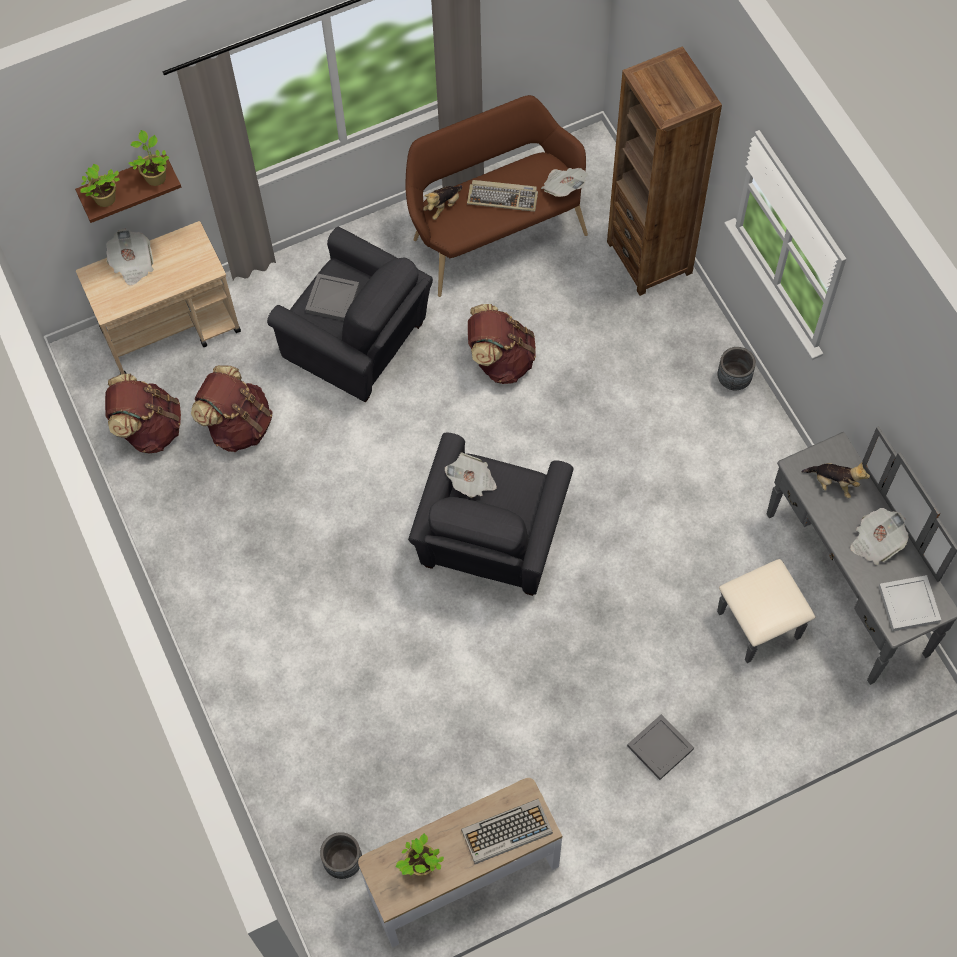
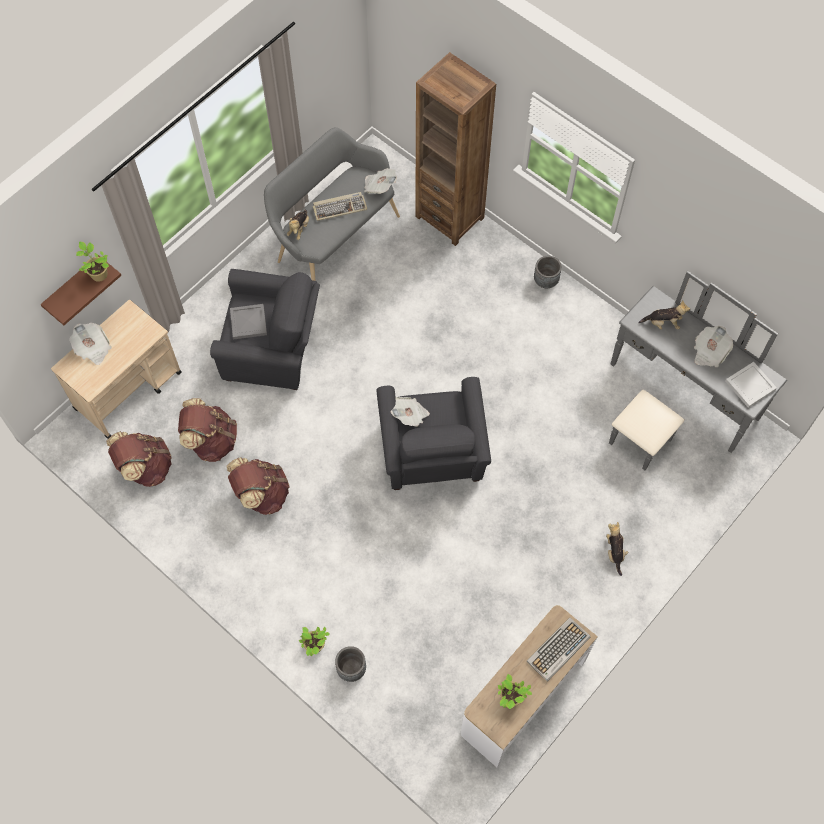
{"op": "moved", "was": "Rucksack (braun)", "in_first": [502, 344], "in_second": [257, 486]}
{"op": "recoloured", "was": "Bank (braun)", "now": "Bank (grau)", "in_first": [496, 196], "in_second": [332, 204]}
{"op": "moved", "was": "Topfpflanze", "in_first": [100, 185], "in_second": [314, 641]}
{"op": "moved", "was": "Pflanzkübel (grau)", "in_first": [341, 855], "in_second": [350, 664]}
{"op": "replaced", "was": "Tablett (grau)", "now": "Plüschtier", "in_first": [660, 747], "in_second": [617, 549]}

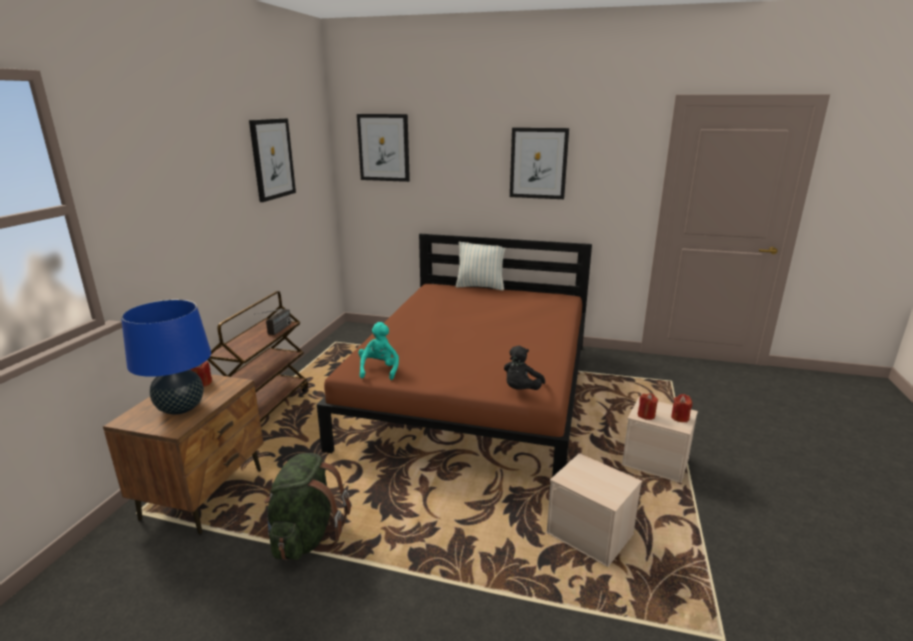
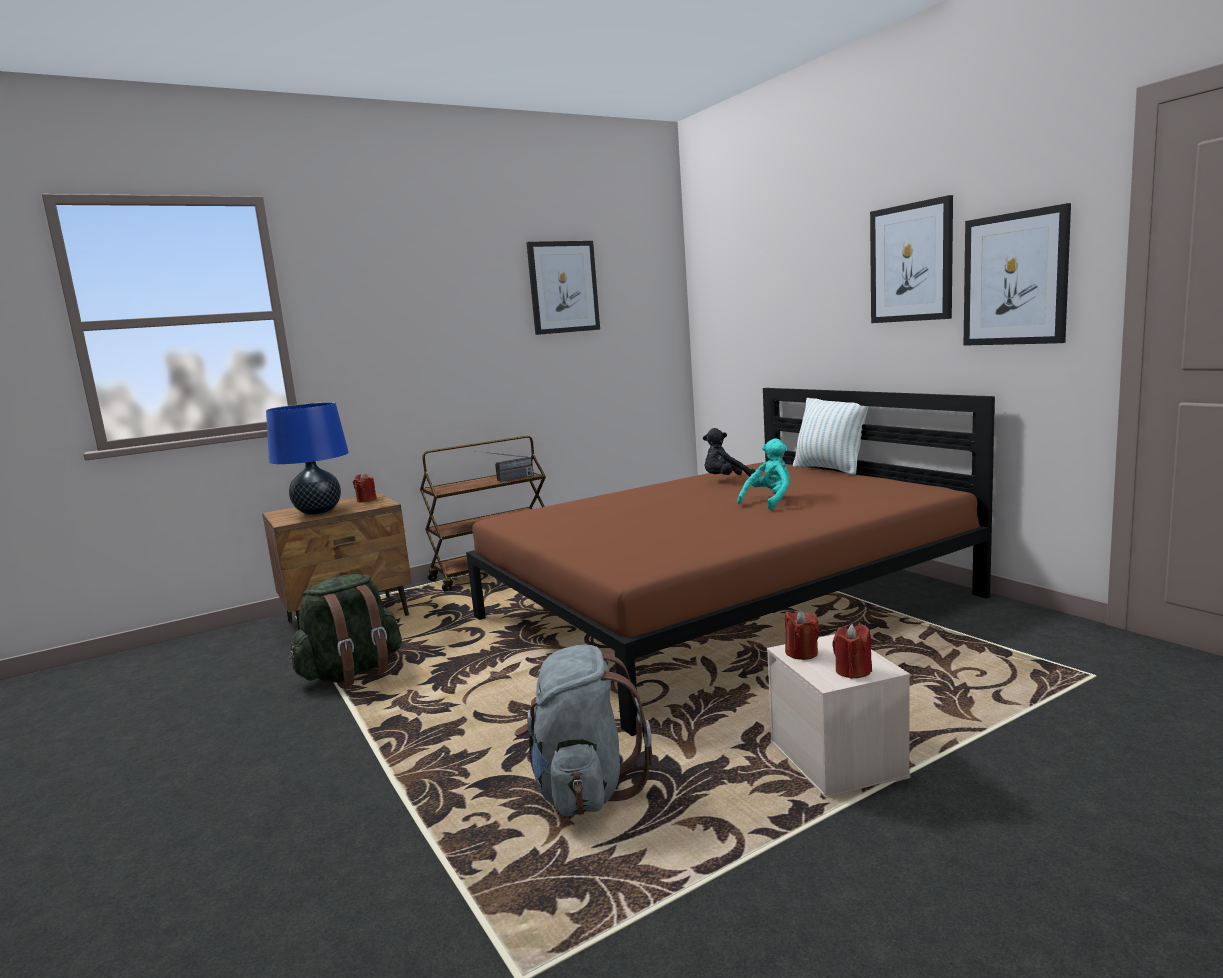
{"op": "replaced", "was": "Aufbewahrungsbox (beige)", "now": "Rucksack (grau)", "in_first": [594, 510], "in_second": [583, 730]}
{"op": "moved", "was": "Plüschtier (schwarz)", "in_first": [524, 368], "in_second": [729, 452]}
{"op": "moved", "was": "Plüschtier (türkis)", "in_first": [378, 351], "in_second": [763, 474]}
{"op": "moved", "was": "Bild", "in_first": [383, 148], "in_second": [1017, 274]}

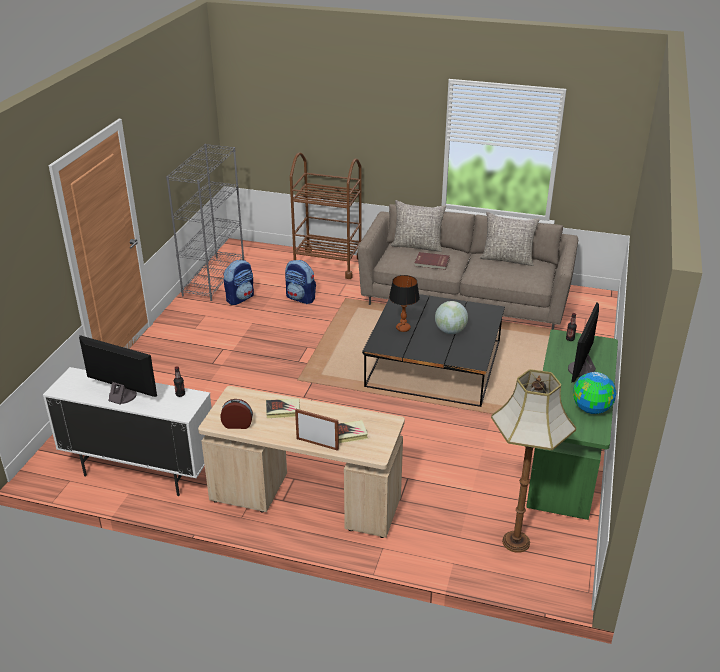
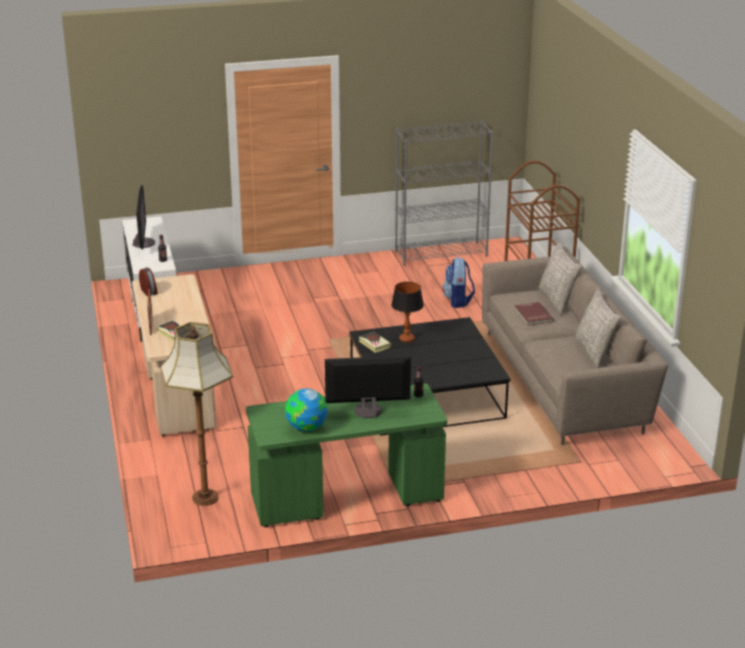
{"op": "moved", "was": "Buch", "in_first": [283, 408], "in_second": [375, 342]}
{"op": "removed", "was": "Rucksack", "in_first": [238, 282]}
{"op": "removed", "was": "Globus", "in_first": [451, 317]}

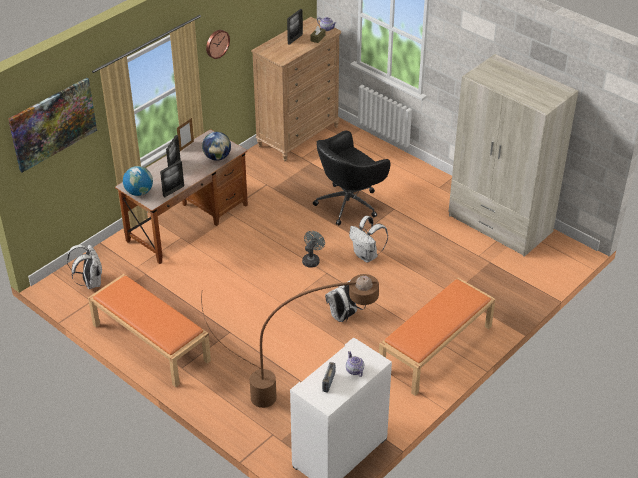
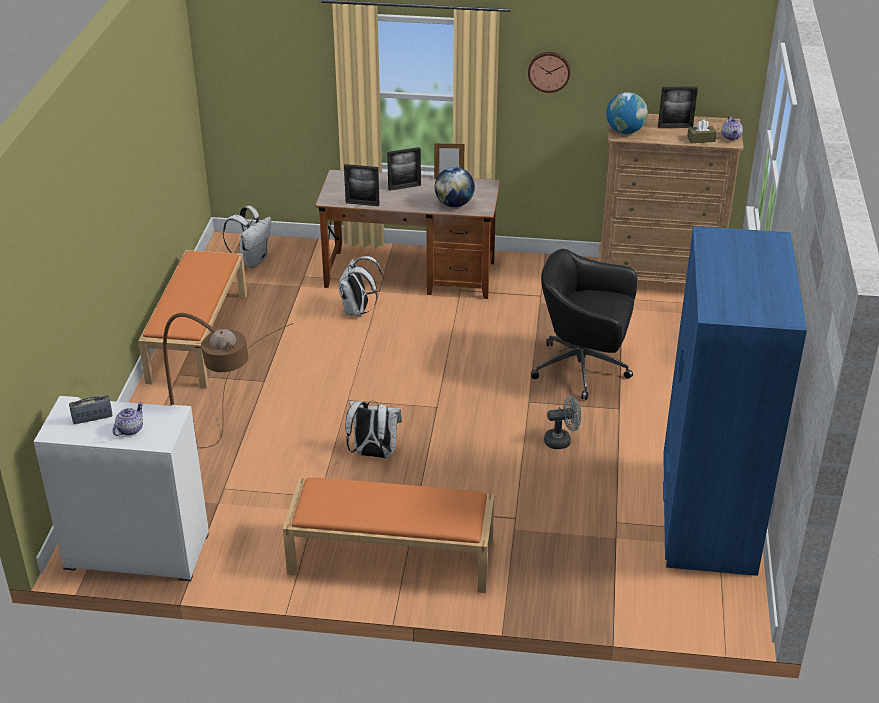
{"op": "moved", "was": "Rucksack (weiß)", "in_first": [368, 239], "in_second": [361, 286]}
{"op": "moved", "was": "Ventilator (grau)", "in_first": [313, 249], "in_second": [562, 422]}
{"op": "moved", "was": "Globus", "in_first": [138, 181], "in_second": [627, 113]}
{"op": "recoloured", "was": "Kleiderschrank (beige)", "now": "Kleiderschrank (blau)", "in_first": [513, 155], "in_second": [735, 401]}
{"op": "removed", "was": "Bild", "in_first": [52, 125]}

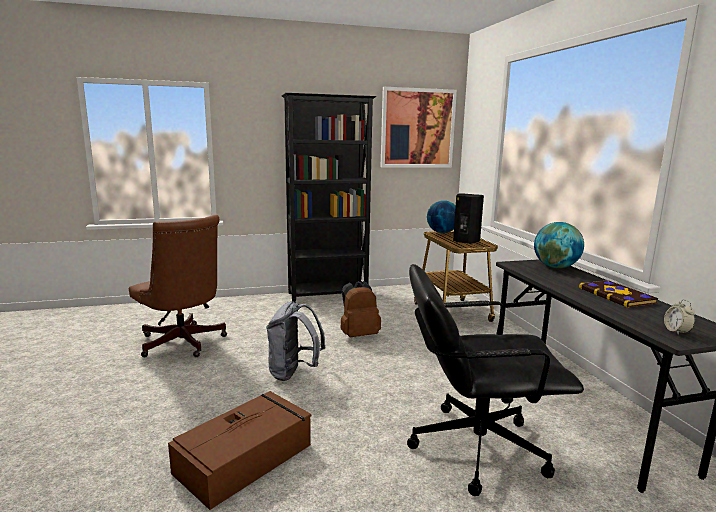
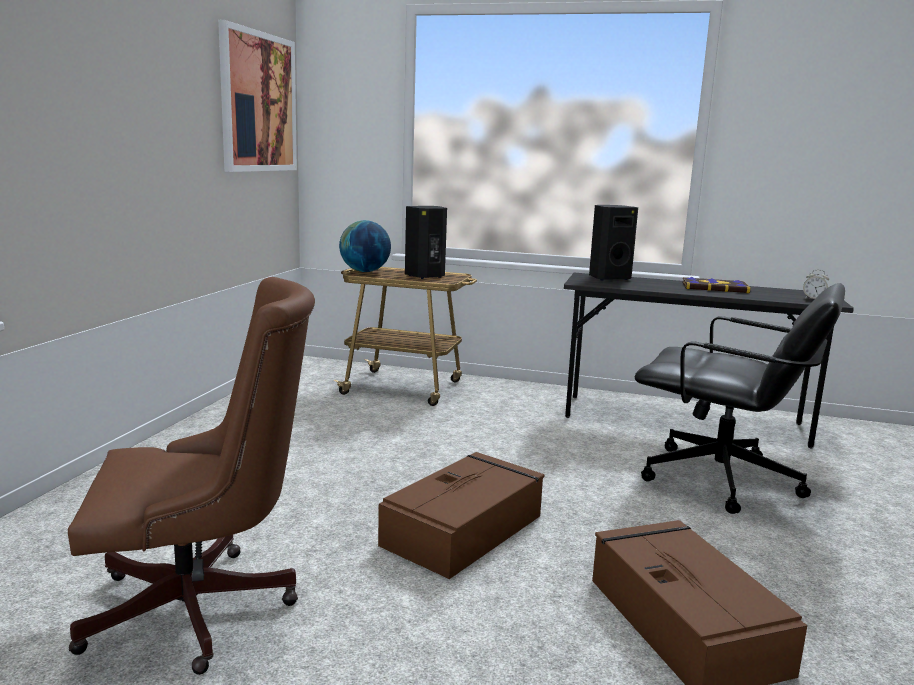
{"op": "replaced", "was": "Rucksack (grau)", "now": "Aufbewahrungsbox (braun)", "in_first": [296, 341], "in_second": [461, 515]}
{"op": "replaced", "was": "Globus", "now": "Lautsprecher (schwarz)", "in_first": [559, 245], "in_second": [613, 243]}
{"op": "turned", "was": "Bürostuhl (schwarz)", "in_first": [495, 380], "in_second": [739, 398], "clockwise": -90}
{"op": "removed", "was": "Bücherregal (schwarz)", "in_first": [329, 198]}
{"op": "removed", "was": "Rucksack (braun)", "in_first": [360, 309]}

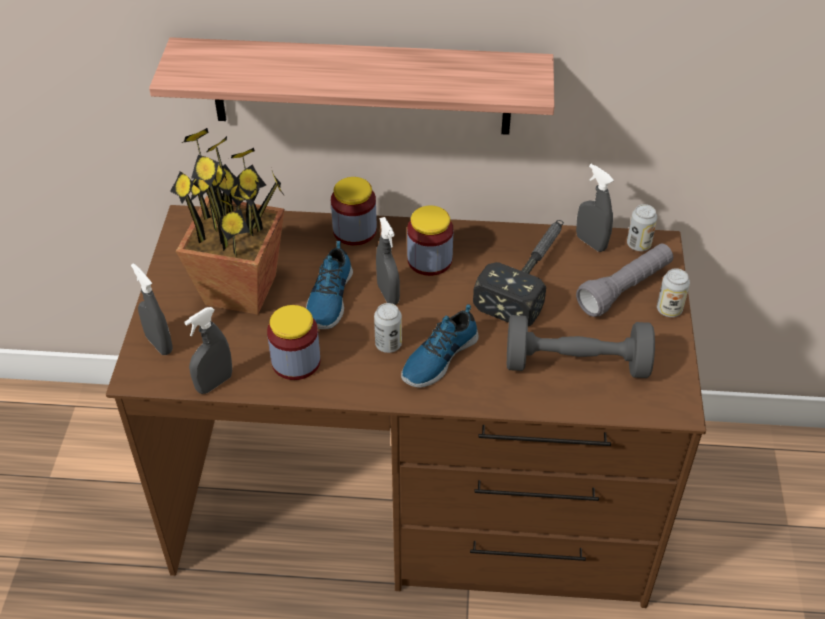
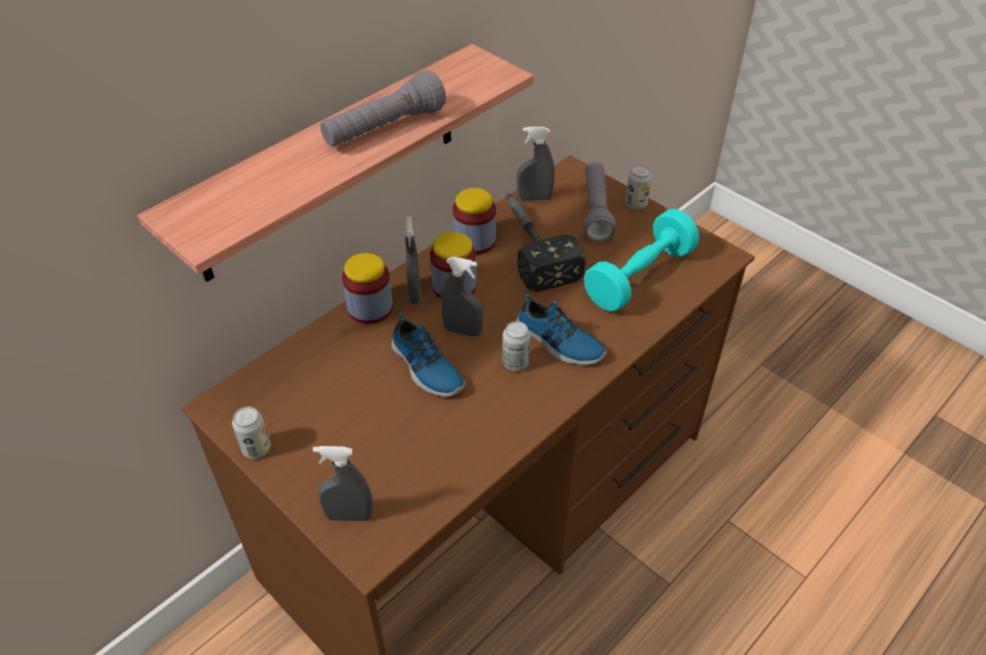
{"op": "moved", "was": "Dose", "in_first": [642, 227], "in_second": [251, 433]}
{"op": "added", "now": "Taschenlampe (grau)", "in_second": [383, 109]}
{"op": "moved", "was": "Sprühflasche (grau)", "in_first": [208, 350], "in_second": [412, 260]}
{"op": "moved", "was": "Vorratsglas", "in_first": [293, 342], "in_second": [474, 221]}
{"op": "turned", "was": "Schuh", "in_first": [440, 346], "in_second": [561, 329], "clockwise": -45}
{"op": "recoloured", "was": "Hantel (grau)", "now": "Hantel (türkis)", "in_first": [581, 346], "in_second": [641, 260]}
{"op": "removed", "was": "Topfpflanze", "in_first": [227, 221]}

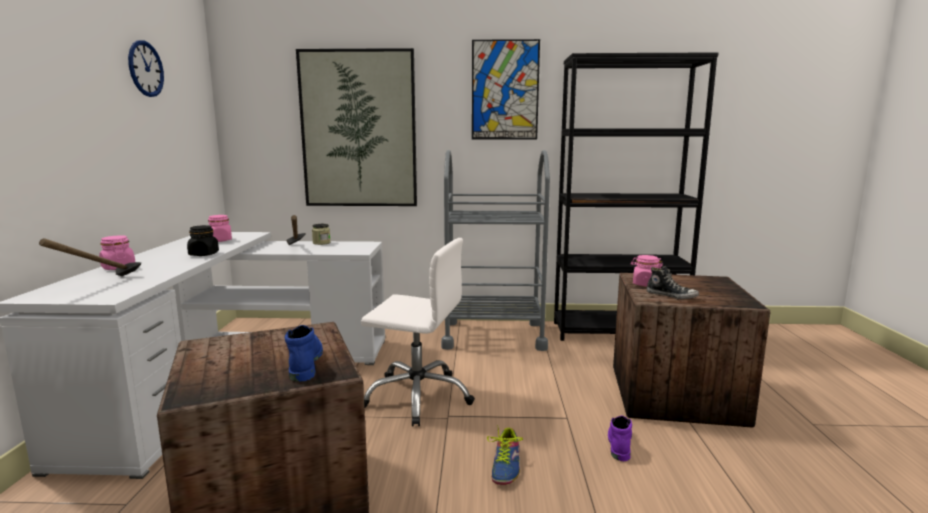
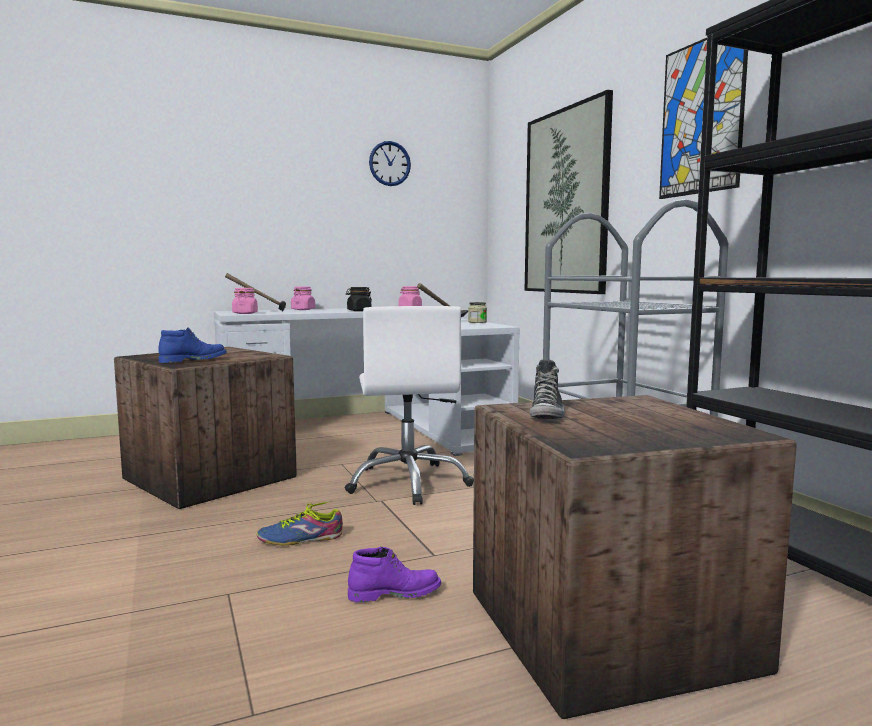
{"op": "moved", "was": "Vorratsglas (rosa)", "in_first": [646, 270], "in_second": [245, 301]}

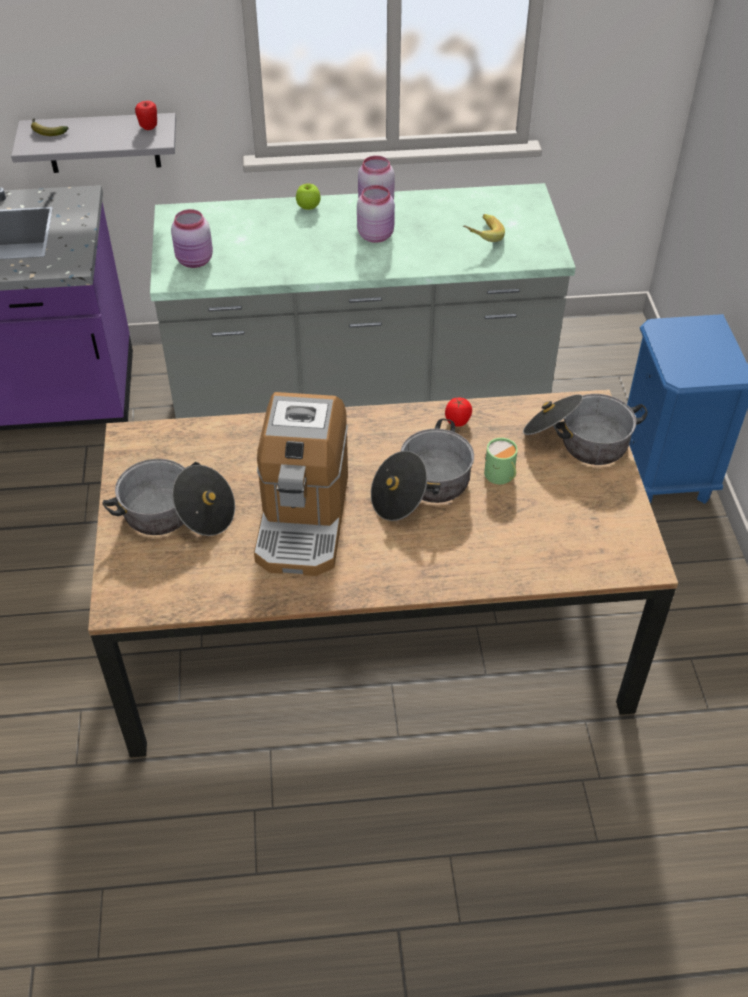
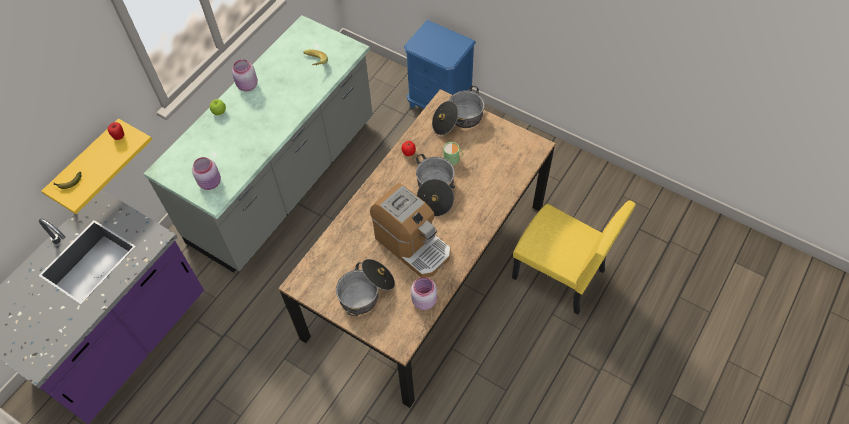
{"op": "recoloured", "was": "Wandregal (grau)", "now": "Wandregal (gelb)", "in_first": [93, 143], "in_second": [96, 166]}
{"op": "moved", "was": "Vorratsglas (rosa)", "in_first": [376, 214], "in_second": [424, 293]}
{"op": "added", "now": "Stuhl (gelb)", "in_second": [574, 257]}

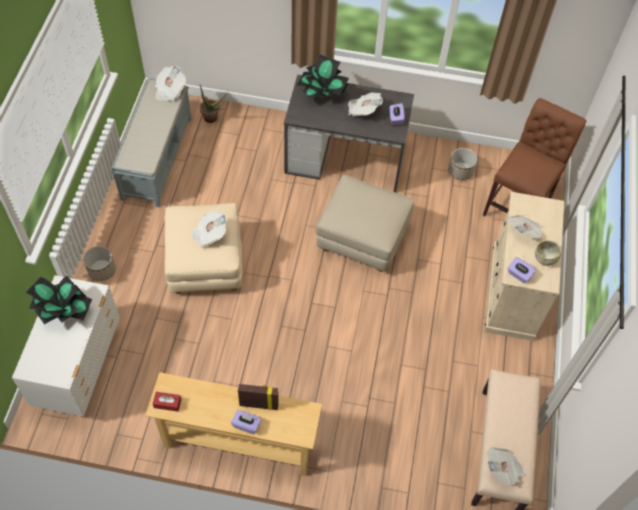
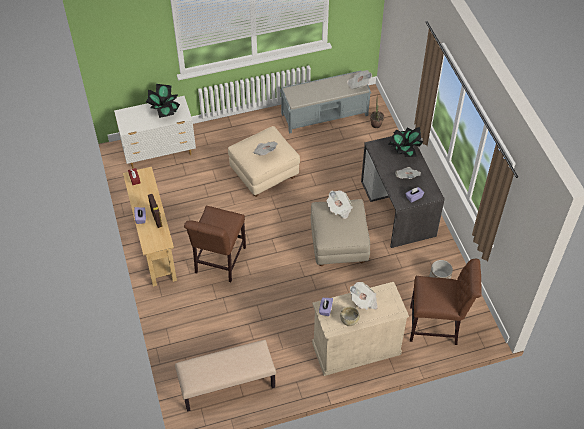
{"op": "added", "now": "Stuhl (braun)", "in_second": [215, 244]}
{"op": "moved", "was": "Zeitung", "in_first": [506, 466], "in_second": [340, 204]}
{"op": "removed", "was": "Pflanzkübel", "in_first": [99, 263]}

